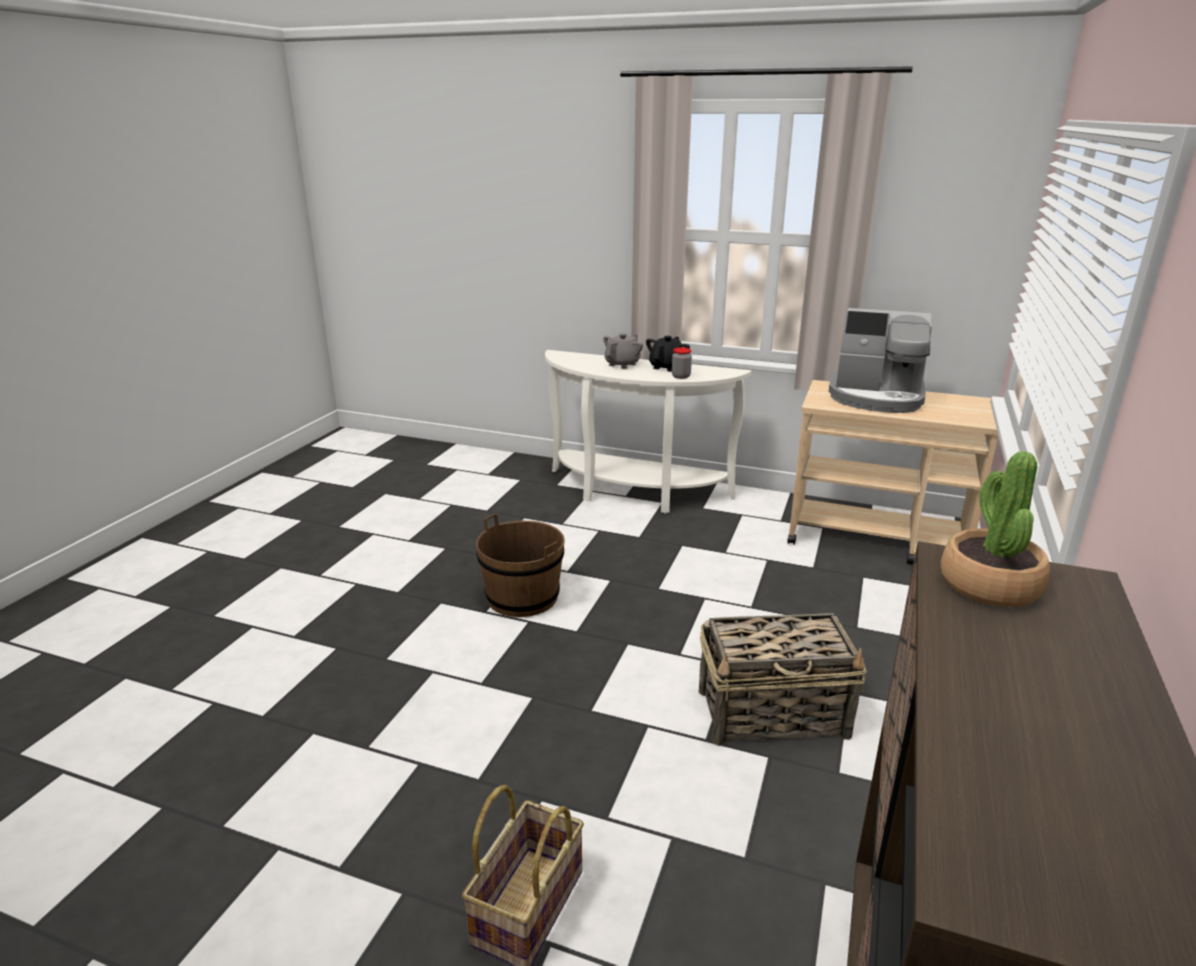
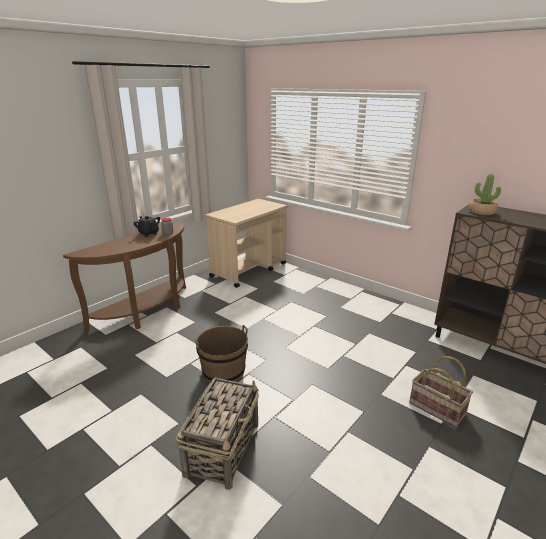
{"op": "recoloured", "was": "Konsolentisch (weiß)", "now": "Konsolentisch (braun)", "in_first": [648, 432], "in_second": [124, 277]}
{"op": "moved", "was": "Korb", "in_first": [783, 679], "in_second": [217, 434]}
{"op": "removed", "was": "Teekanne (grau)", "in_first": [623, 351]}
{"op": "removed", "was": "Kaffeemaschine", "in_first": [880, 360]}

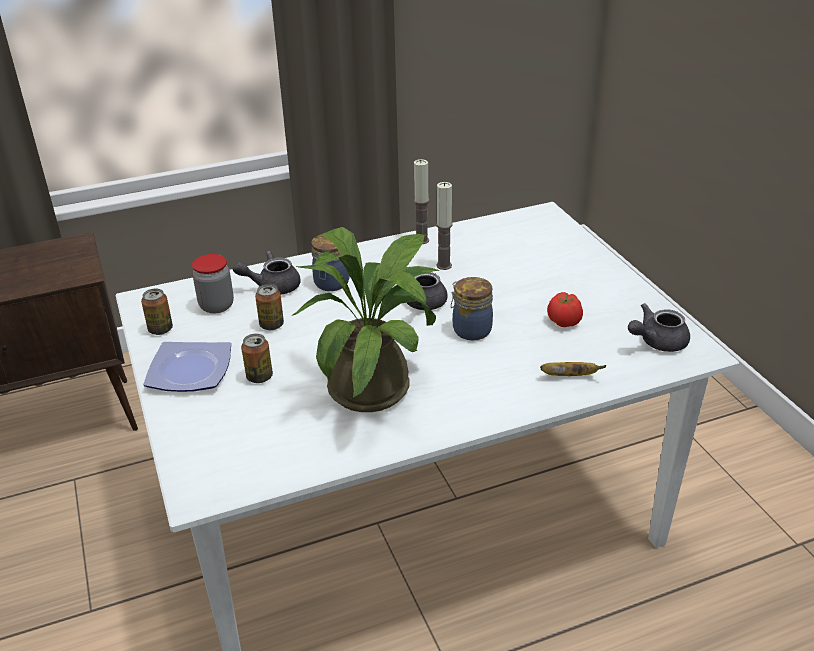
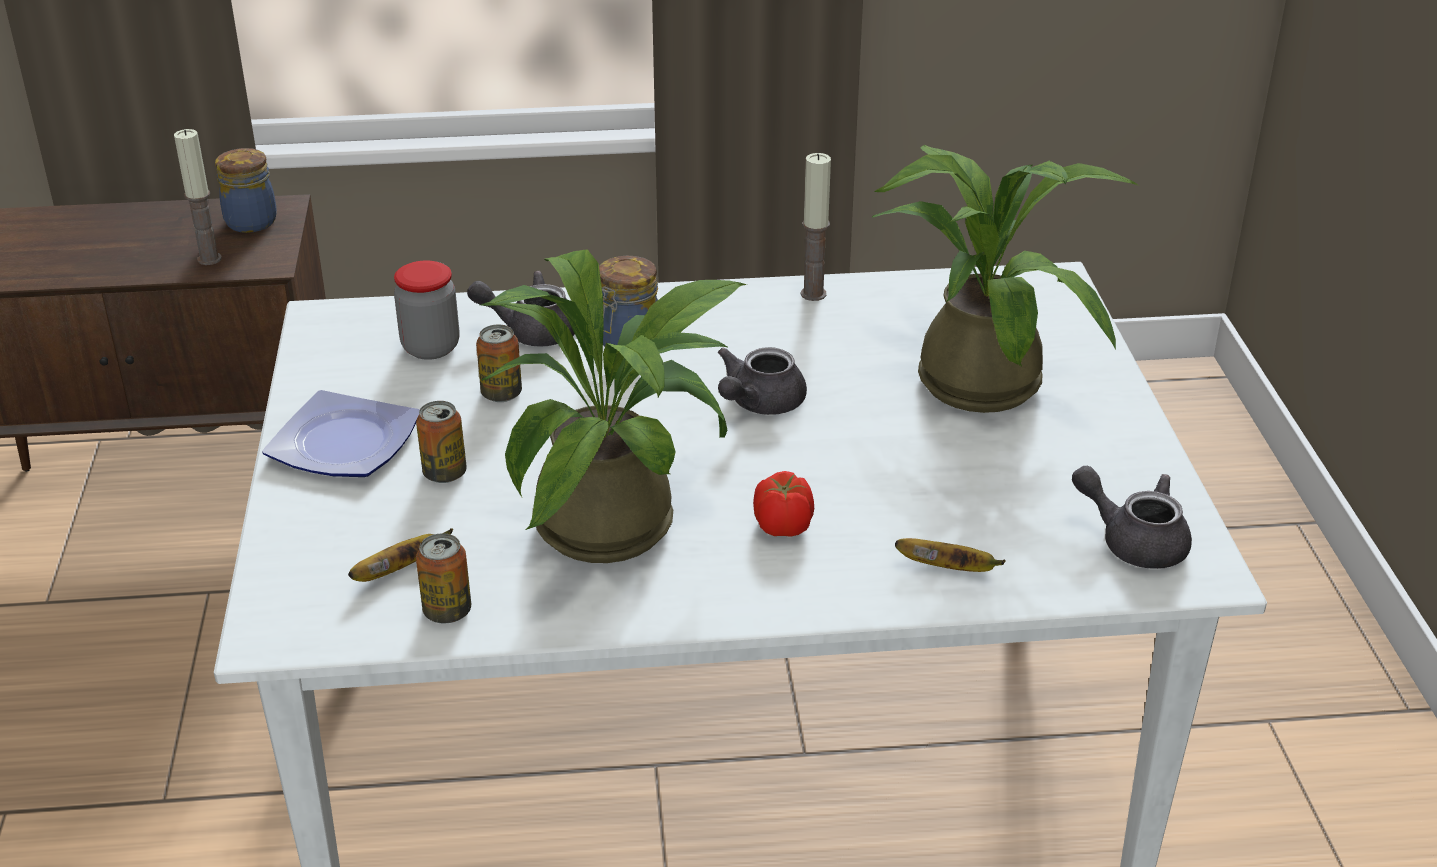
{"op": "moved", "was": "Kerze", "in_first": [444, 226], "in_second": [198, 197]}
{"op": "moved", "was": "Vorratsglas", "in_first": [472, 309], "in_second": [246, 190]}
{"op": "added", "now": "Banane", "in_second": [400, 555]}
{"op": "moved", "was": "Dose", "in_first": [157, 312], "in_second": [443, 578]}
{"op": "moved", "was": "Tomate", "in_first": [565, 309], "in_second": [783, 504]}
{"op": "added", "now": "Topfpflanze", "in_second": [1005, 279]}
{"op": "turned", "was": "Teekanne (grau)", "in_first": [659, 327], "in_second": [1132, 517], "clockwise": 45}

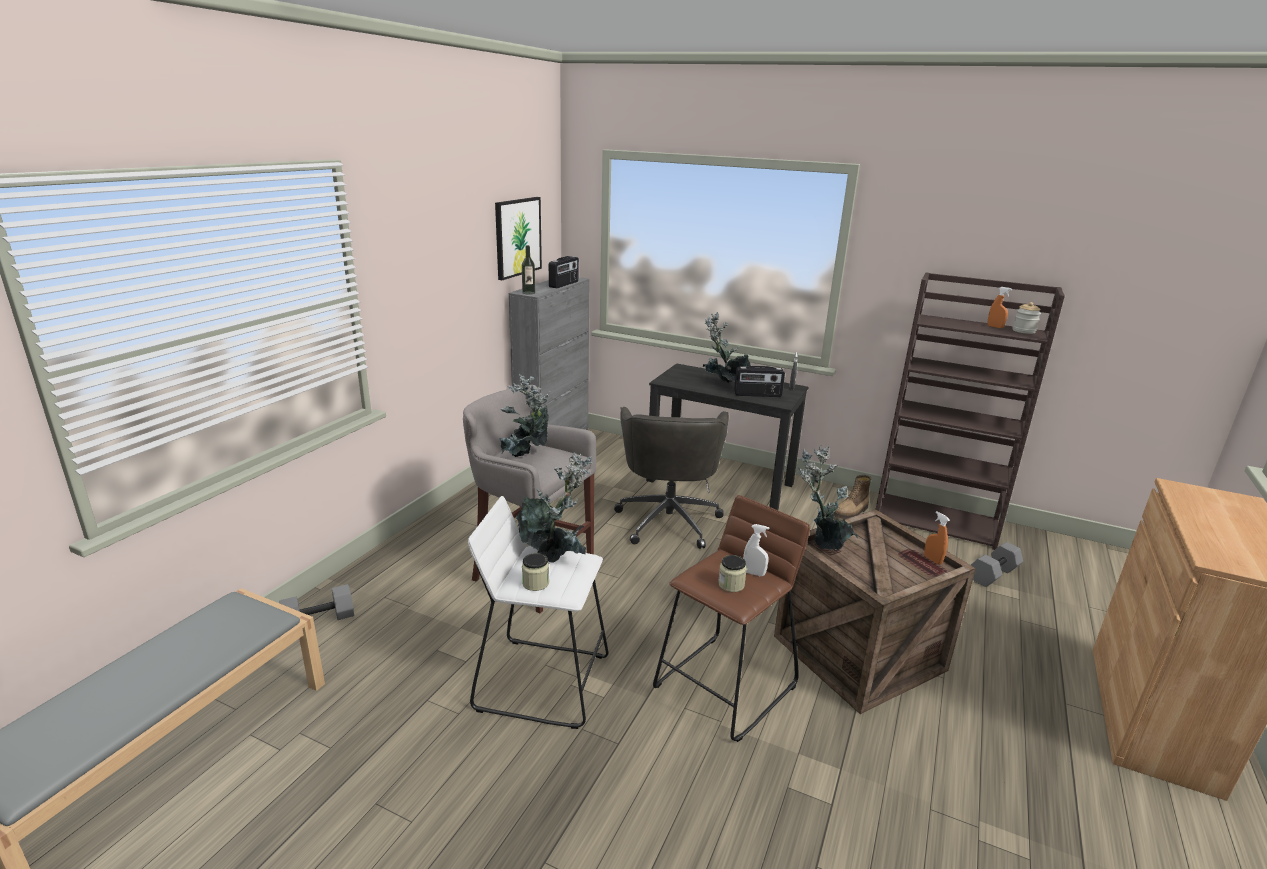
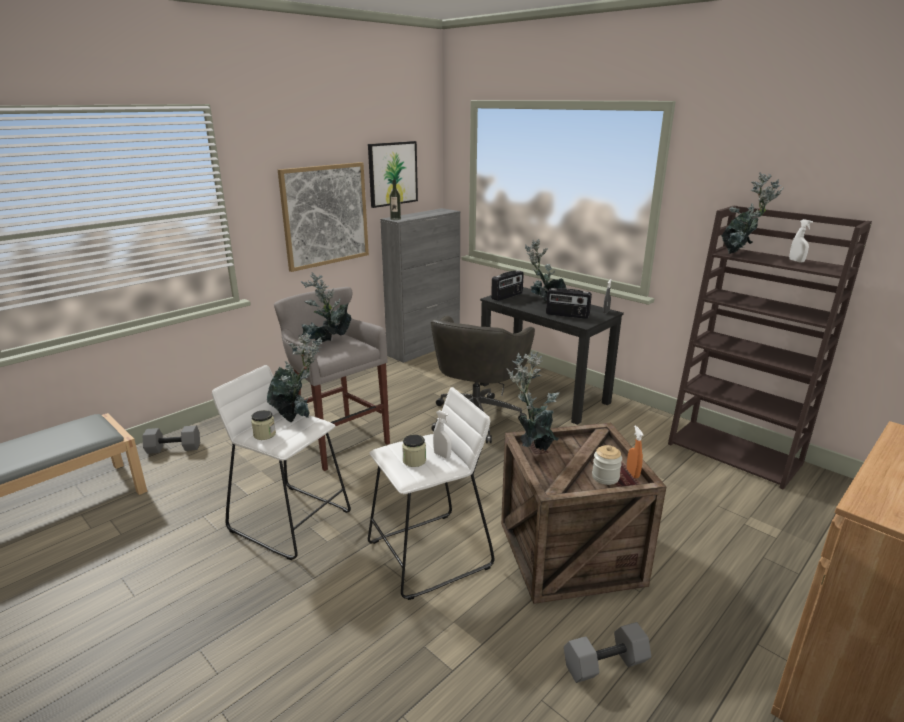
{"op": "added", "now": "Bild", "in_second": [323, 217]}
{"op": "recoloured", "was": "Hocker (braun)", "now": "Hocker (weiß)", "in_first": [731, 618], "in_second": [431, 493]}
{"op": "moved", "was": "Radio", "in_first": [564, 272], "in_second": [507, 285]}
{"op": "moved", "was": "Hantel (grau)", "in_first": [997, 564], "in_second": [607, 652]}
{"op": "moved", "was": "Vorratsglas", "in_first": [1027, 318], "in_second": [607, 465]}
{"op": "added", "now": "Topfpflanze", "in_second": [752, 213]}
{"op": "recoloured", "was": "Sprühflasche (orange)", "now": "Sprühflasche (weiß)", "in_first": [999, 307], "in_second": [801, 240]}
{"op": "removed", "was": "Stiefel", "in_first": [852, 497]}

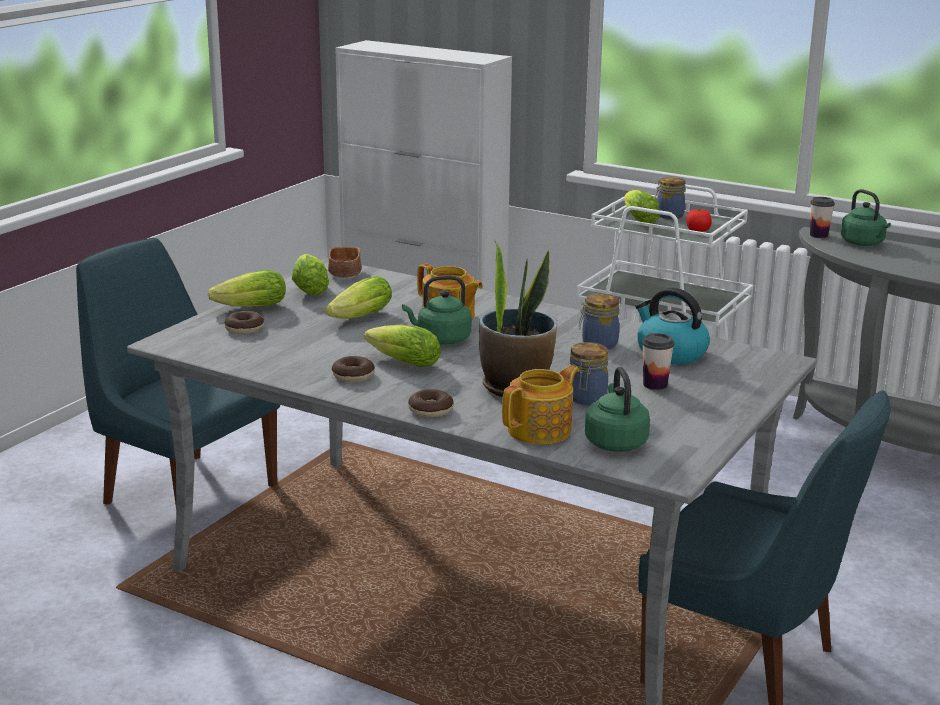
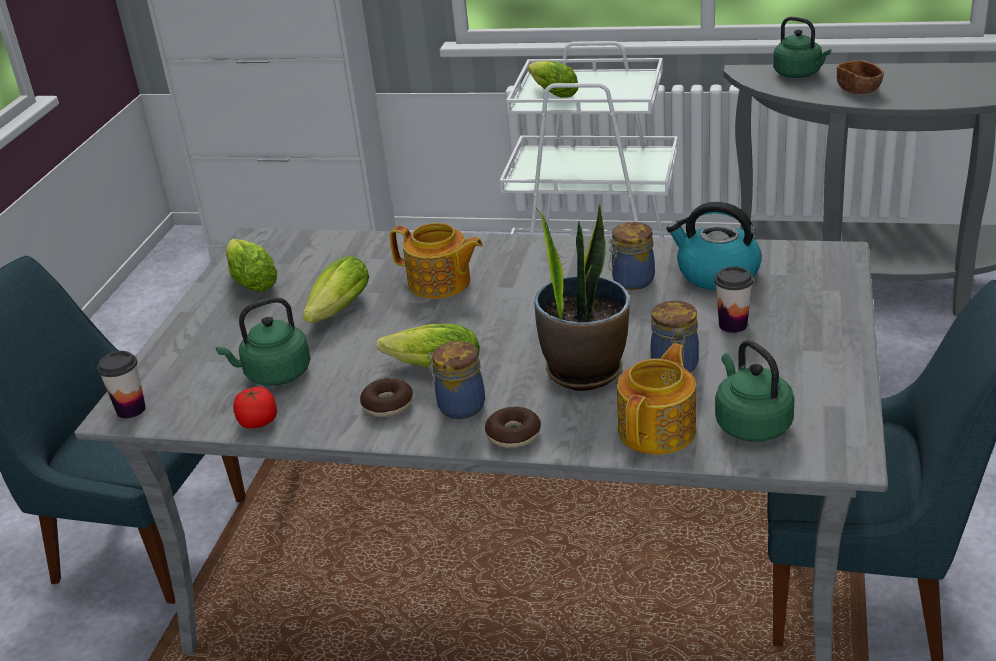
{"op": "moved", "was": "Tasse", "in_first": [822, 217], "in_second": [121, 384]}
{"op": "moved", "was": "Wasserkessel (grün)", "in_first": [437, 310], "in_second": [263, 341]}
{"op": "moved", "was": "Tomate", "in_first": [699, 220], "in_second": [255, 408]}
{"op": "moved", "was": "Vorratsglas", "in_first": [670, 198], "in_second": [456, 380]}
{"op": "moved", "was": "Schüssel (braun)", "in_first": [345, 262], "in_second": [860, 77]}
{"op": "removed", "was": "Salatkopf", "in_first": [246, 288]}
{"op": "removed", "was": "Donut", "in_first": [244, 322]}

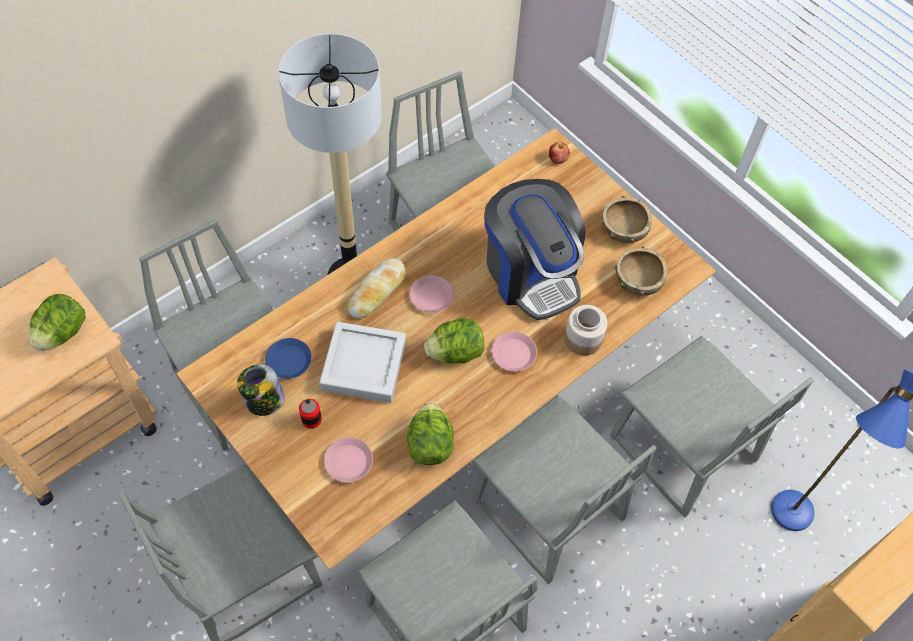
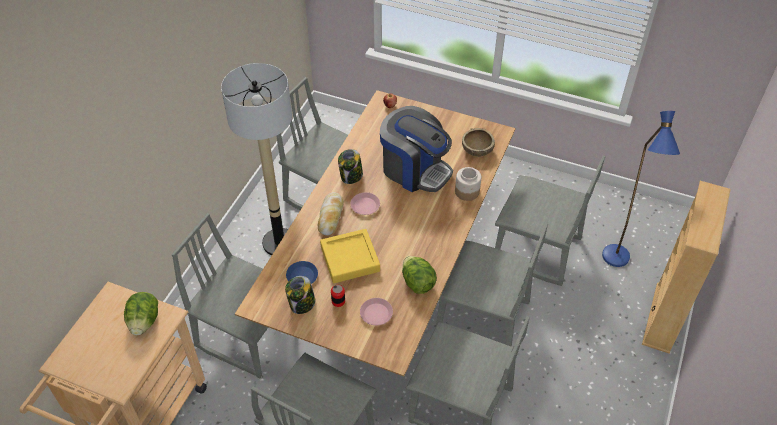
{"op": "recoloured", "was": "Tablett (grau)", "now": "Tablett (gelb)", "in_first": [362, 362], "in_second": [350, 256]}
{"op": "added", "now": "Vorratsglas", "in_second": [350, 166]}
{"op": "removed", "was": "Salatkopf", "in_first": [454, 341]}
{"op": "removed", "was": "Teller (rosa)", "in_first": [514, 351]}
{"op": "removed", "was": "Schüssel (braun)", "in_first": [626, 219]}

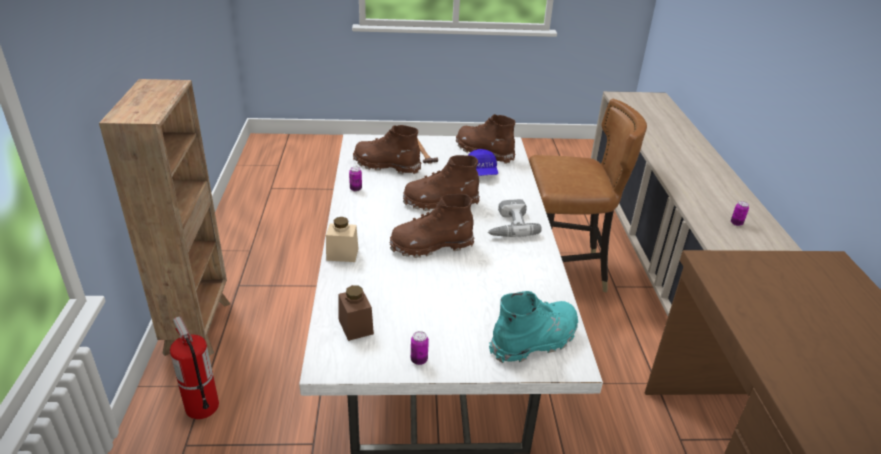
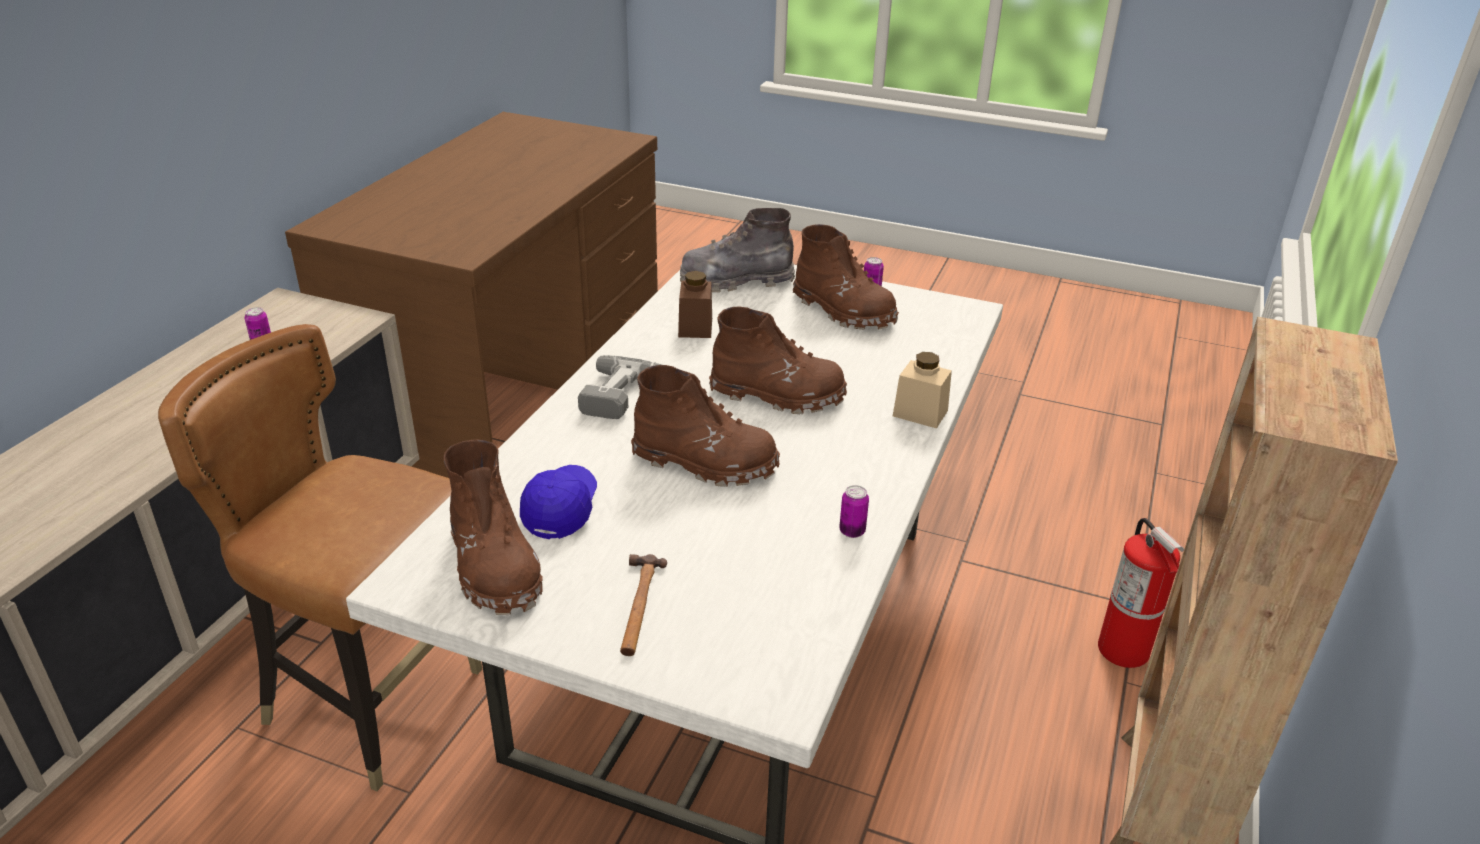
{"op": "moved", "was": "Vorratsglas (braun)", "in_first": [356, 313], "in_second": [695, 304]}
{"op": "recoloured", "was": "Stiefel (türkis)", "now": "Stiefel (grau)", "in_first": [533, 327], "in_second": [737, 250]}
{"op": "moved", "was": "Stiefel (braun)", "in_first": [387, 149], "in_second": [846, 277]}

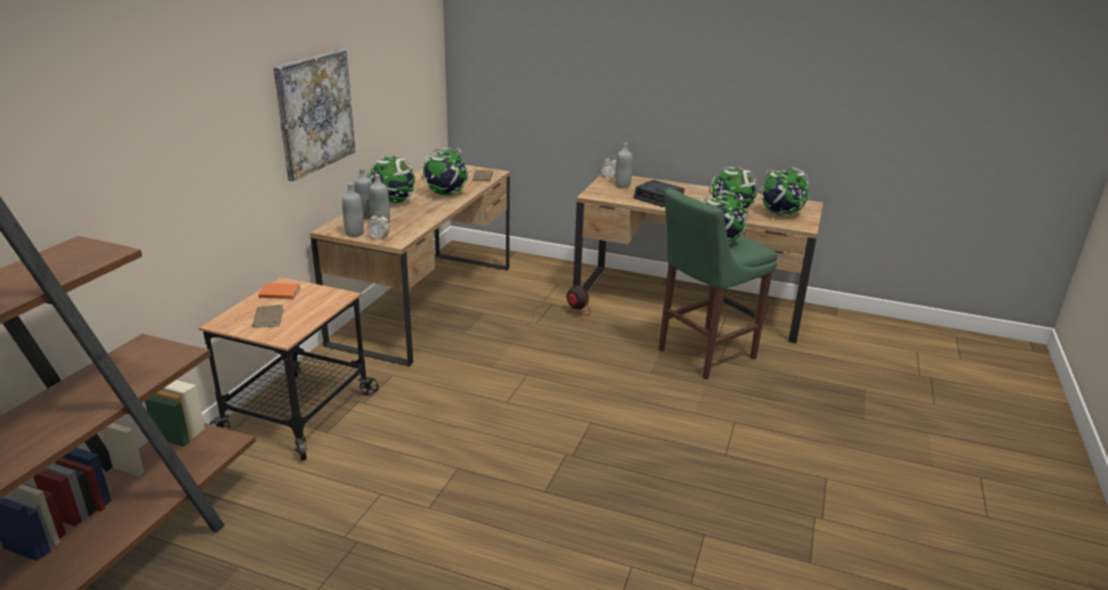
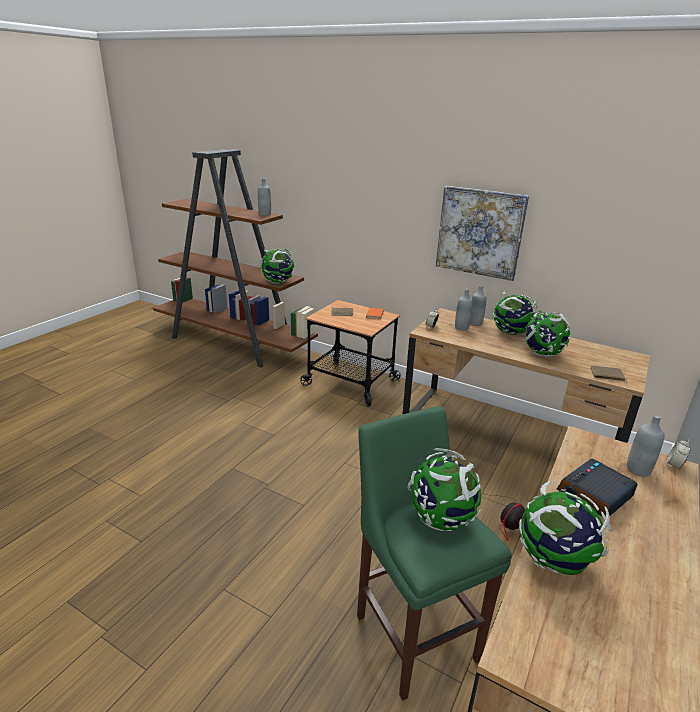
{"op": "moved", "was": "Flasche (grau)", "in_first": [353, 210], "in_second": [264, 197]}
{"op": "moved", "was": "Globus", "in_first": [784, 192], "in_second": [277, 266]}

